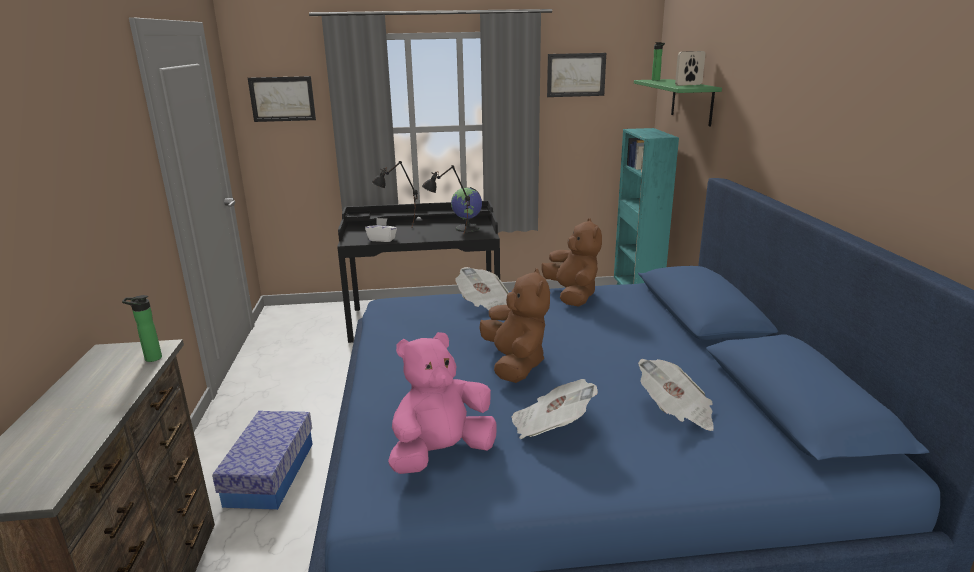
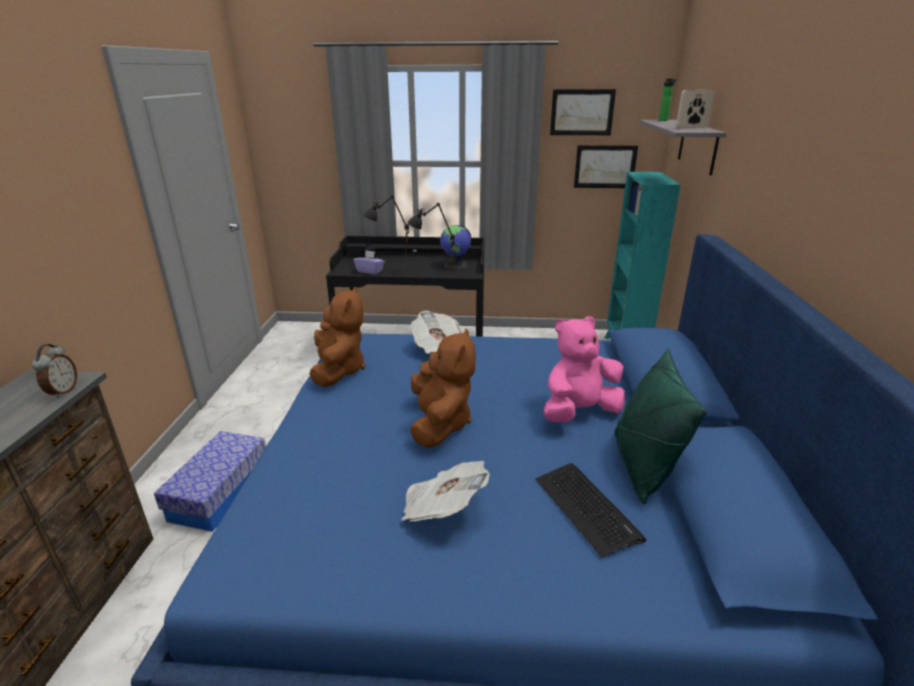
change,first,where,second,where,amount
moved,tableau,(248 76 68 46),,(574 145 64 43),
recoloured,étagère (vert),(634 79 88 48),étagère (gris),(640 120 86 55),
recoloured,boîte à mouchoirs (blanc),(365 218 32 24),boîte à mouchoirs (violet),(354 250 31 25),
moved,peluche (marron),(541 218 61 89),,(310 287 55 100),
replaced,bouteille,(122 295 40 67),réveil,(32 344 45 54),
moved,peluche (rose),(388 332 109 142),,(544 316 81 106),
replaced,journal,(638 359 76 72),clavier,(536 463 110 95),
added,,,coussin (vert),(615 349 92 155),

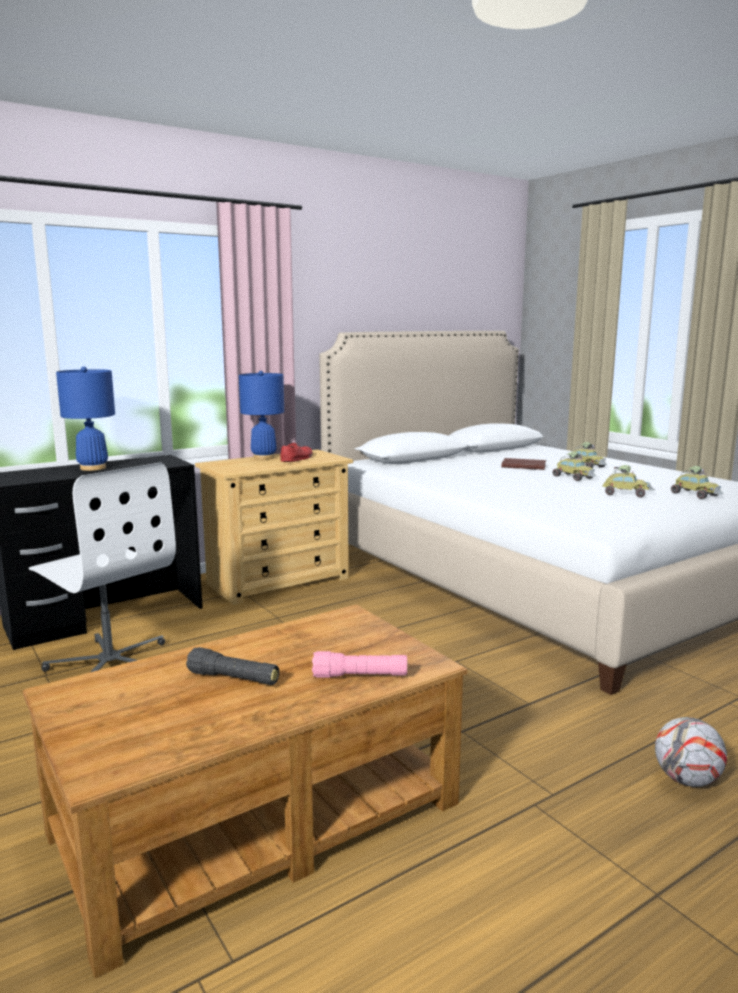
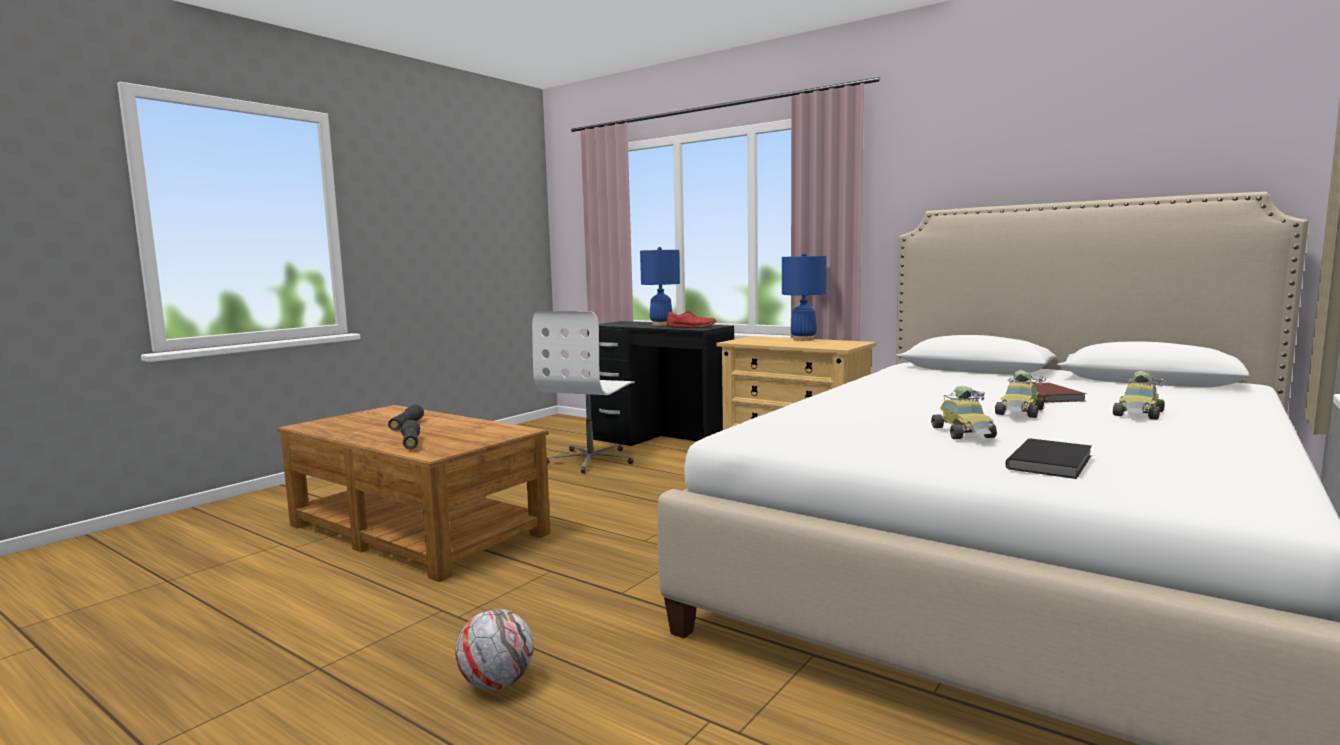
change,first,where,second,where,amount
moved,chaussure (rouge),(280 443 33 19),,(667 311 49 17),
replaced,petite voiture,(671 466 53 33),livre (noir),(1006 438 86 41),
recoloured,lampe de poche (rose),(312 651 96 27),lampe de poche (noir),(401 420 19 29),

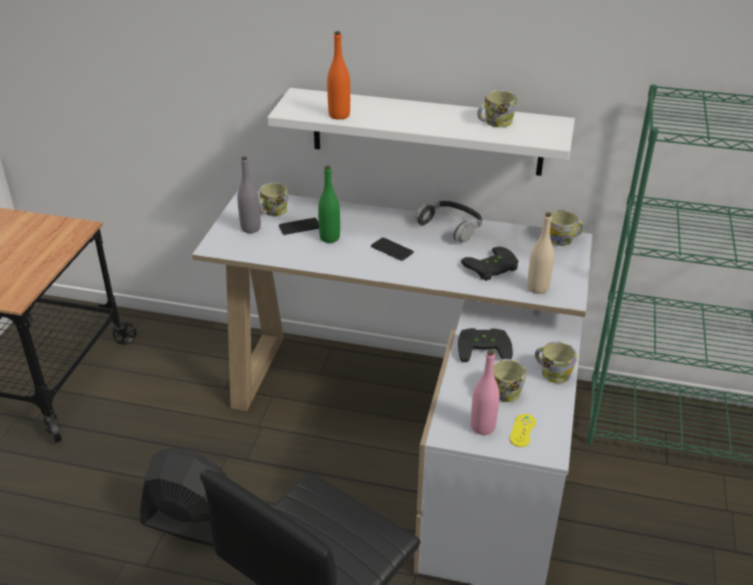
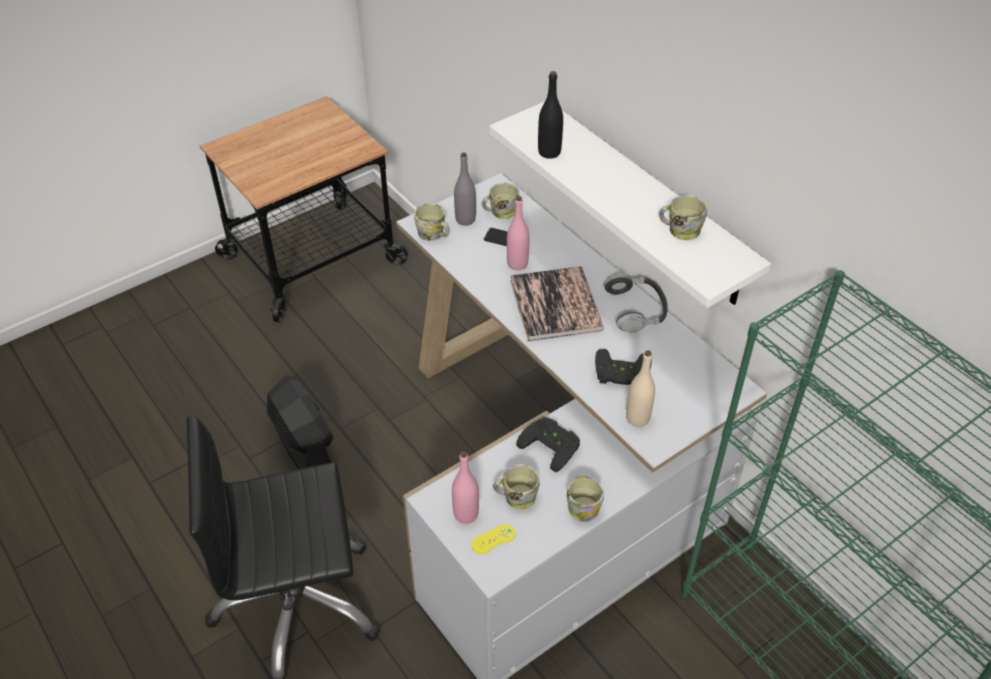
change,first,where,second,where,amount
recoloured,bouteille (orange),(327 31 23 89),bouteille (noir),(538 71 25 88),
recoloured,bouteille (vert),(318 165 22 78),bouteille (rose),(507 196 22 74),
moved,mug,(550 210 34 36),,(414 204 35 37),
replaced,téléphone,(371 238 43 23),livre,(510 266 94 75),

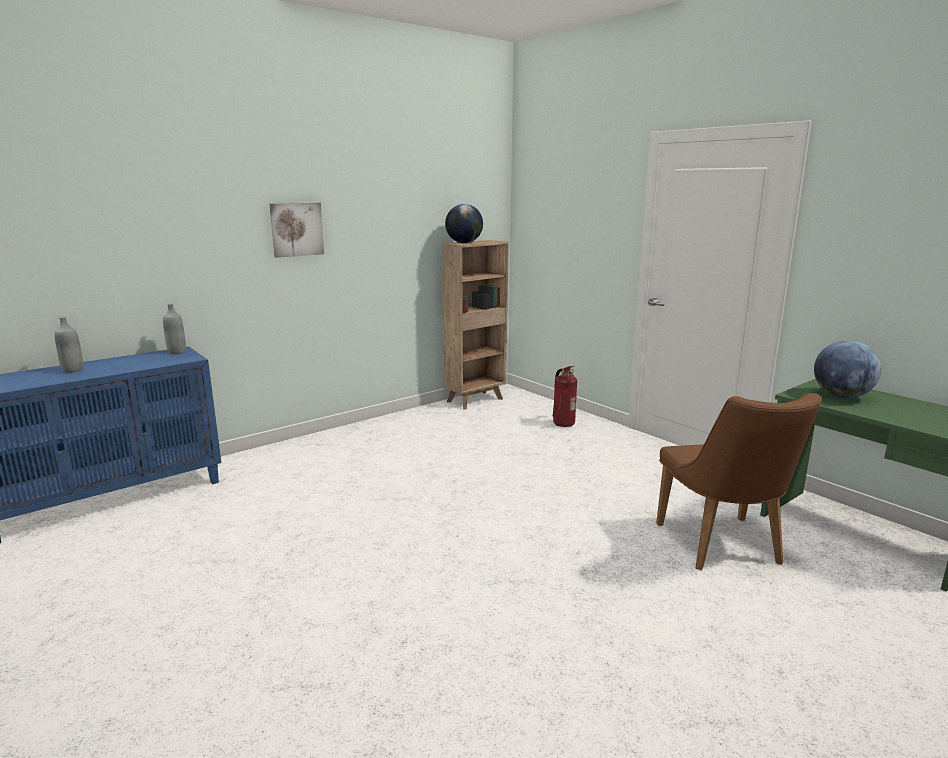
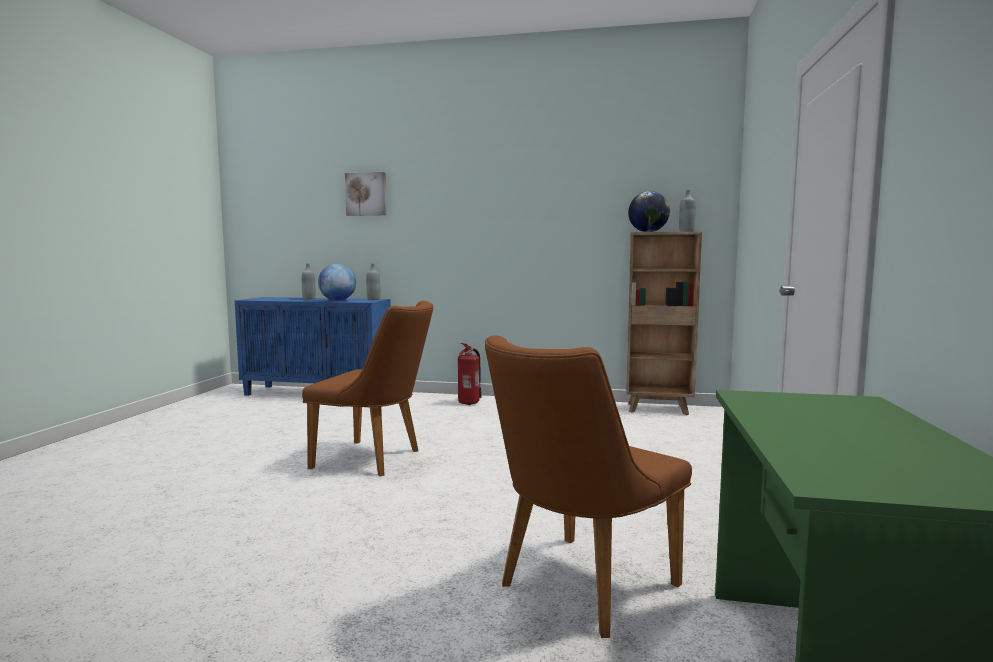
change,first,where,second,where,amount
moved,tableau,(270 203 54 55),,(345 172 42 44),
moved,globe,(814 340 67 58),,(318 264 38 37),
moved,extincteur,(553 366 24 61),,(458 343 24 62),
added,,,bouteille (gris),(679 190 17 42),
added,,,chaise (marron),(302 301 131 175),

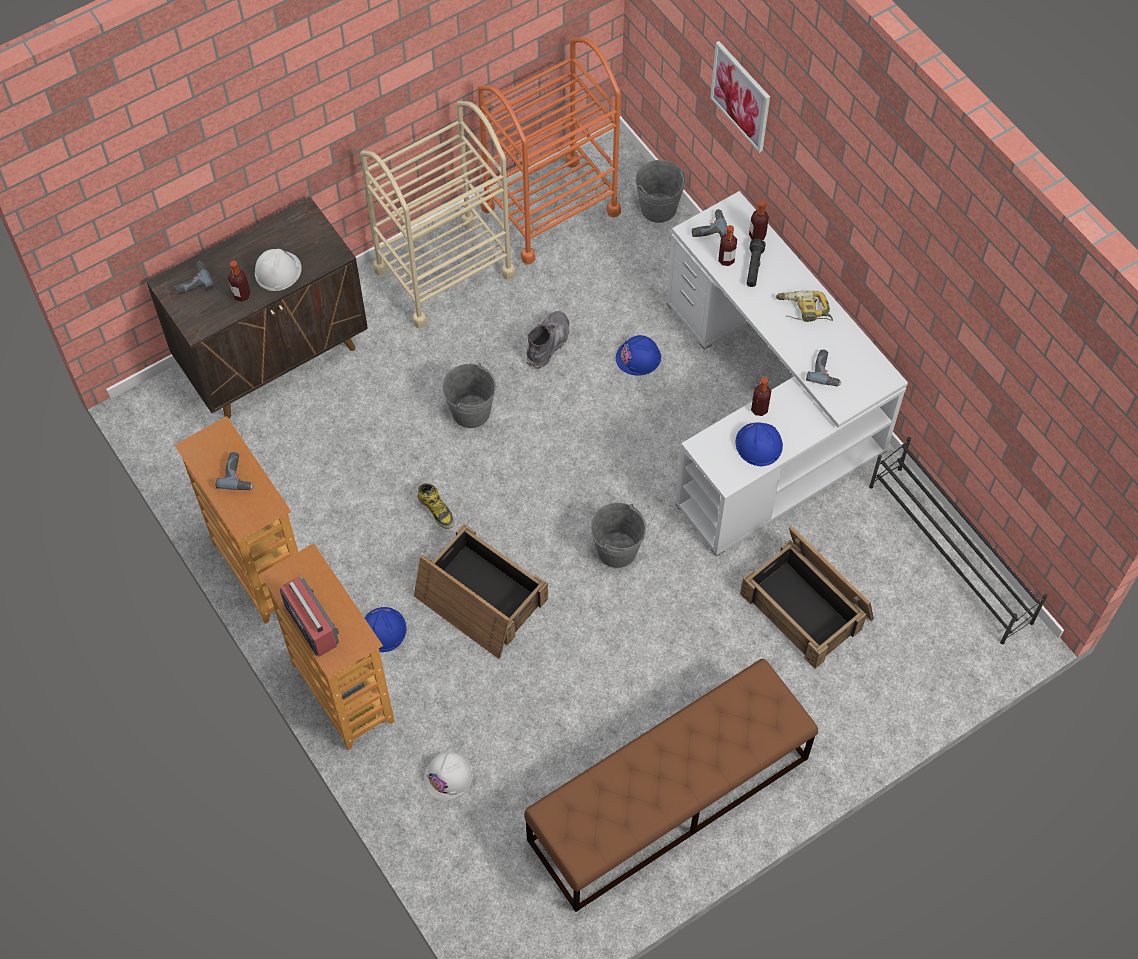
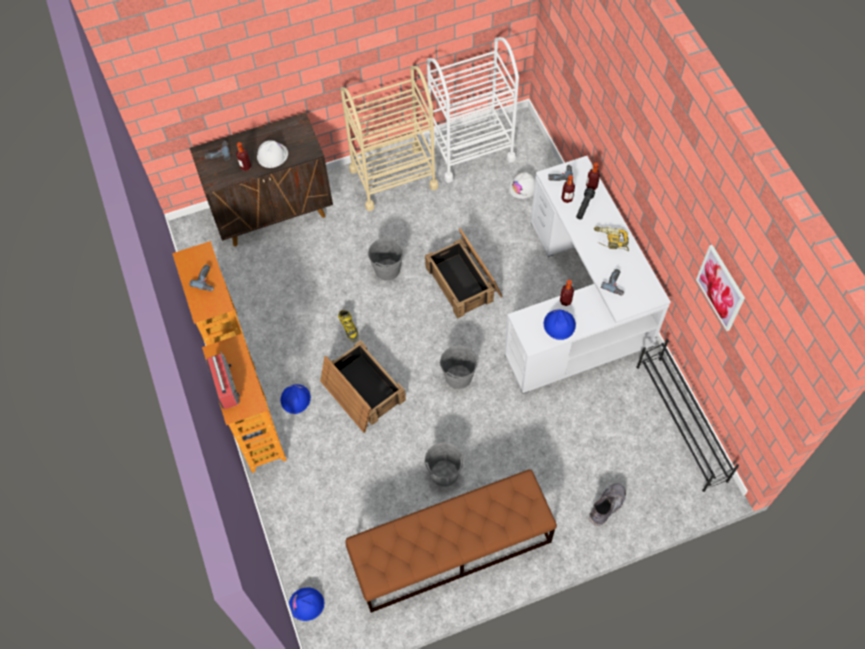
change,first,where,second,where,amount
recoloured,chariot (orange),(478 37 143 227),chariot (blanc),(427 37 92 146),
moved,tableau,(710 41 60 112),,(696 245 49 86),
moved,seau (gris),(635 160 51 63),,(424 442 40 45),
moved,botte (gris),(526 311 44 58),,(589 483 37 43),
moved,casque de chantier (bleu),(616 335 45 40),,(289 587 35 34),
moved,caisse,(740 526 134 143),,(425 228 78 91),
moved,casque de chantier (blanc),(424 752 49 48),,(509 172 26 27),

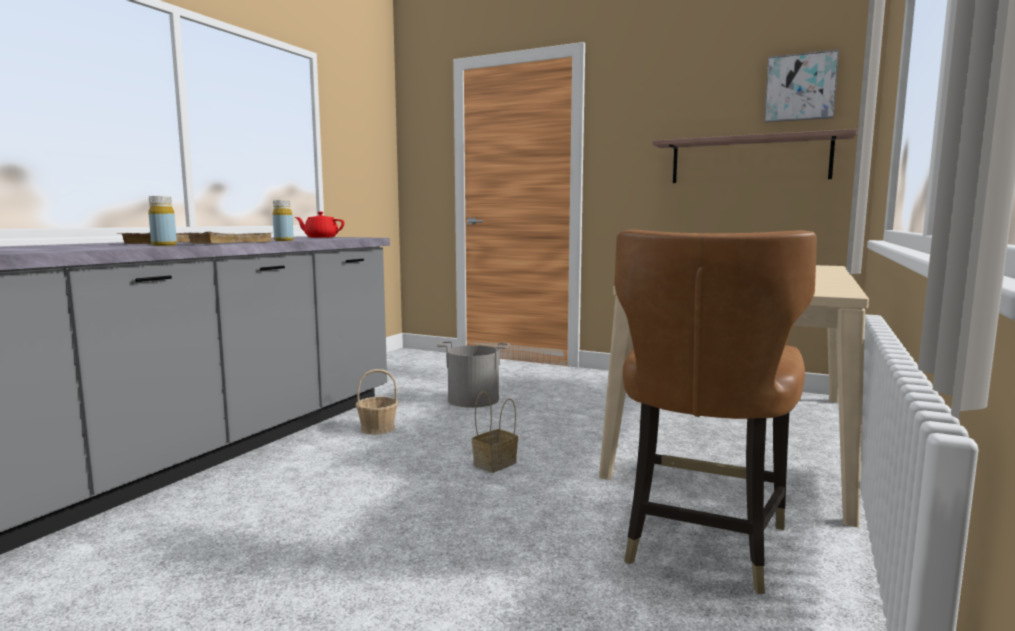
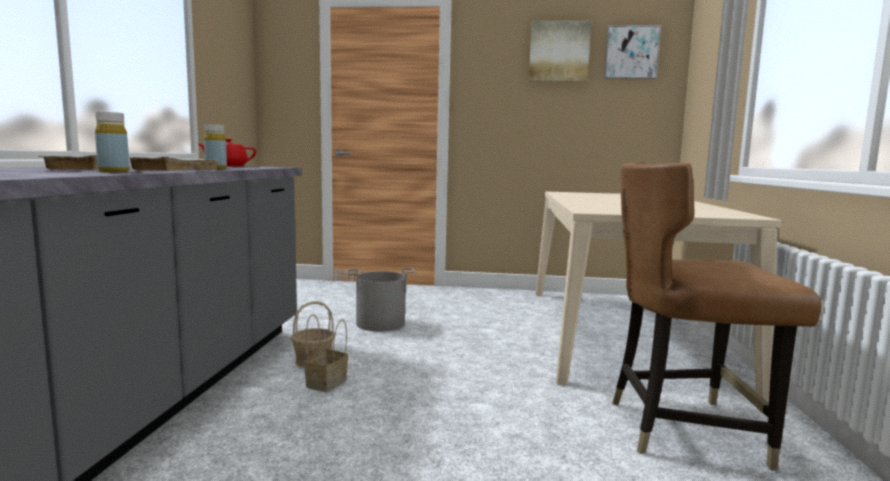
change,first,where,second,where,amount
removed,étagère,(652 129 205 54),,,
turned,chaise (marron),(614 229 203 365),,(612 162 210 309),90 degrees clockwise
moved,panier,(472 391 46 82),,(304 314 44 78),
added,,,tableau,(529 20 62 62),

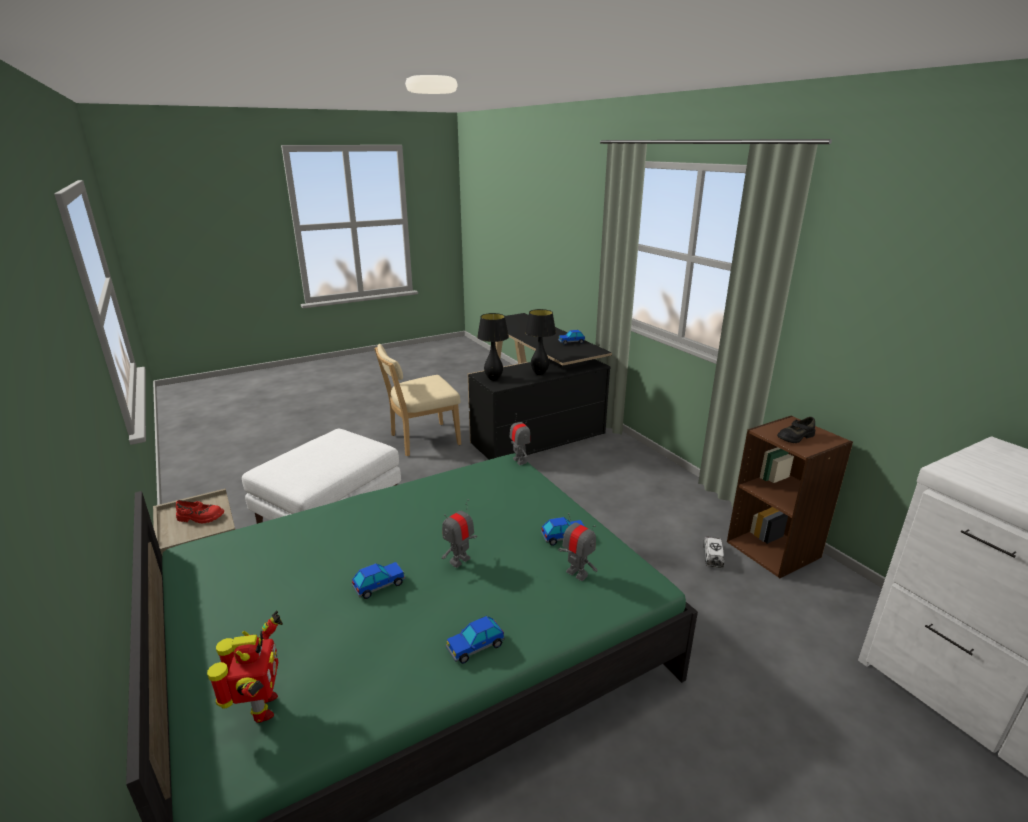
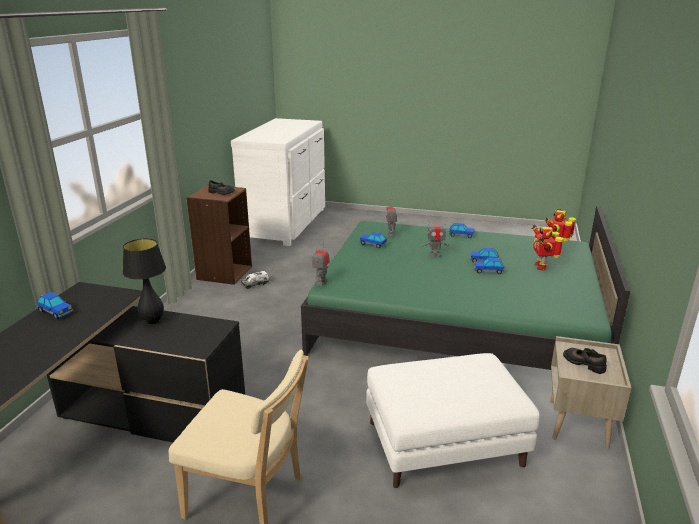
change,first,where,second,where,amount
removed,lampe de table (noir),(477 313 32 68),,,
recoloured,chaussure (rouge),(176 500 48 24),chaussure (noir),(563 348 44 26),
added,,,robot jouet,(532 224 31 46),
added,,,petite voiture,(474 257 30 17),

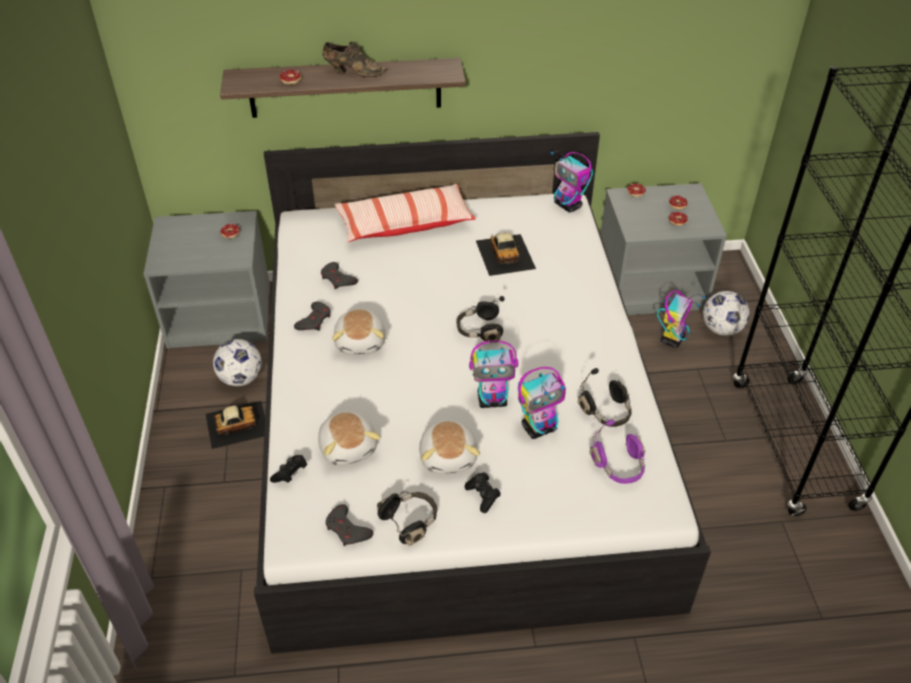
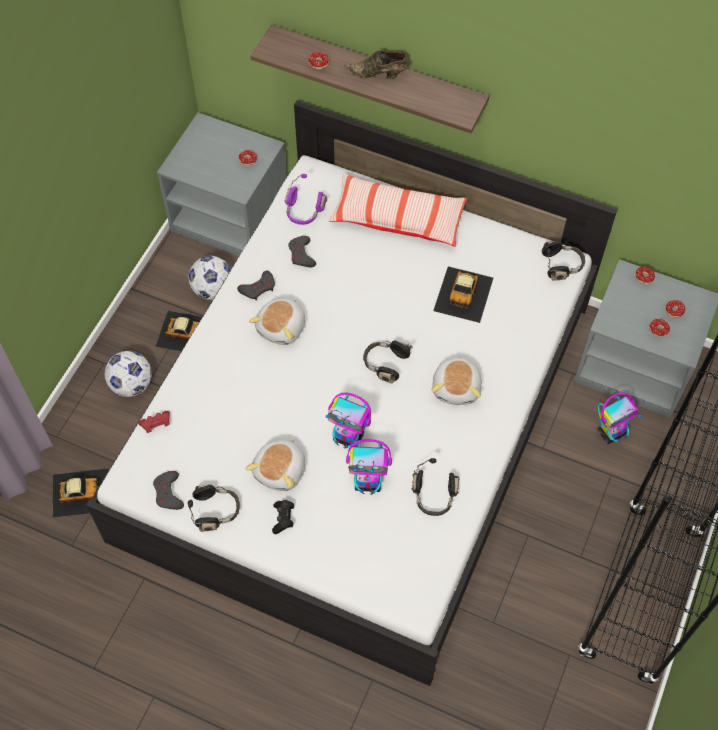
change,first,where,second,where,amount
turned,chaussure (marron),(323 42 64 35),,(345 50 64 29),150 degrees clockwise
replaced,robot jouet,(551 151 42 62),casque audio (noir),(542 241 43 40),
moved,ballon de foot,(703 291 47 45),,(105 351 47 46),
moved,peluche,(318 411 63 54),,(432 355 50 50),
moved,casque audio (violet),(590 419 56 65),,(284 174 43 51),
recoloured,manette (noir),(270 455 37 28),manette (rouge),(138 411 32 22),
added,,,petite voiture,(53 468 56 49),

